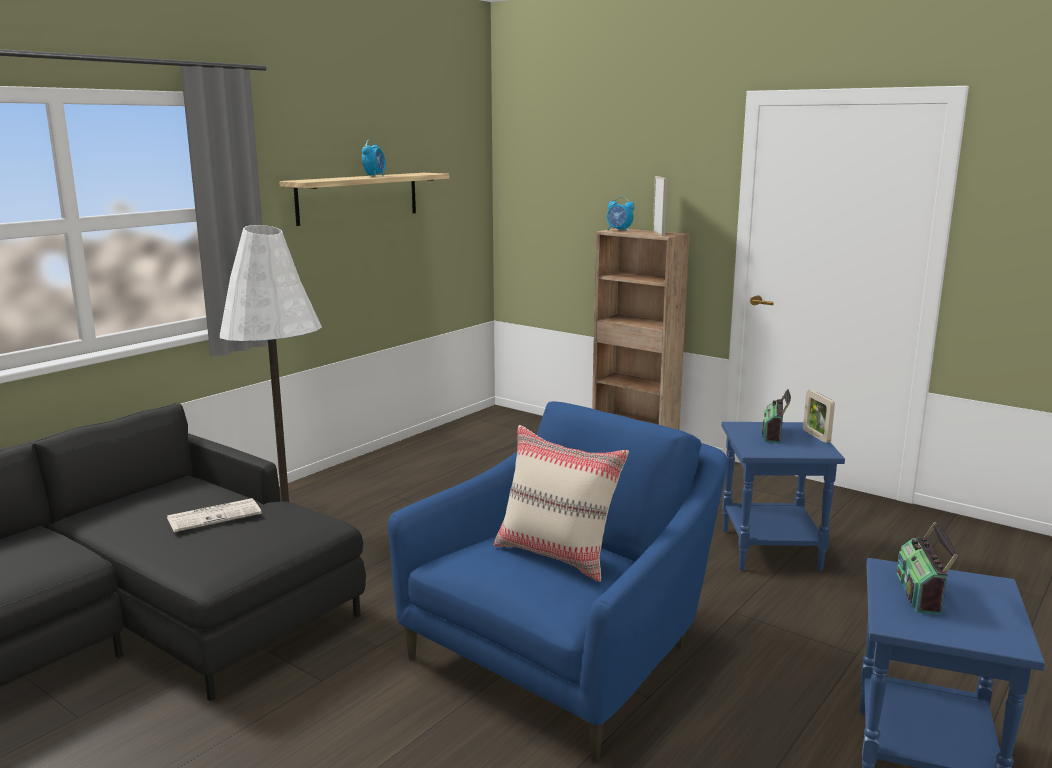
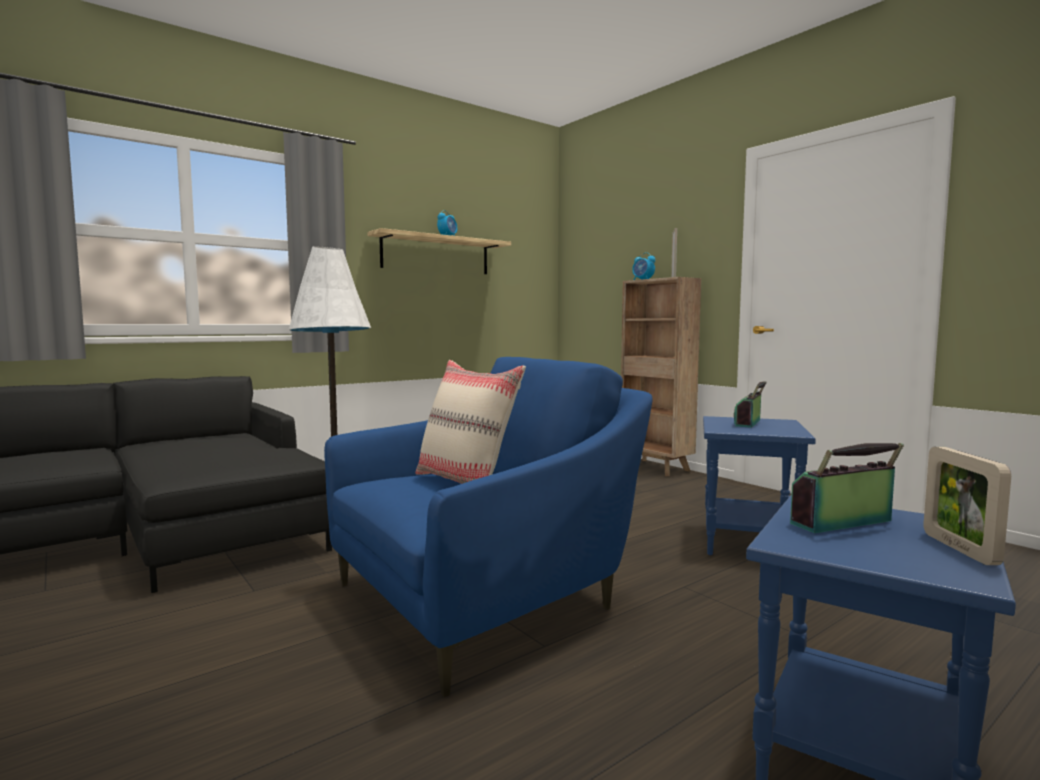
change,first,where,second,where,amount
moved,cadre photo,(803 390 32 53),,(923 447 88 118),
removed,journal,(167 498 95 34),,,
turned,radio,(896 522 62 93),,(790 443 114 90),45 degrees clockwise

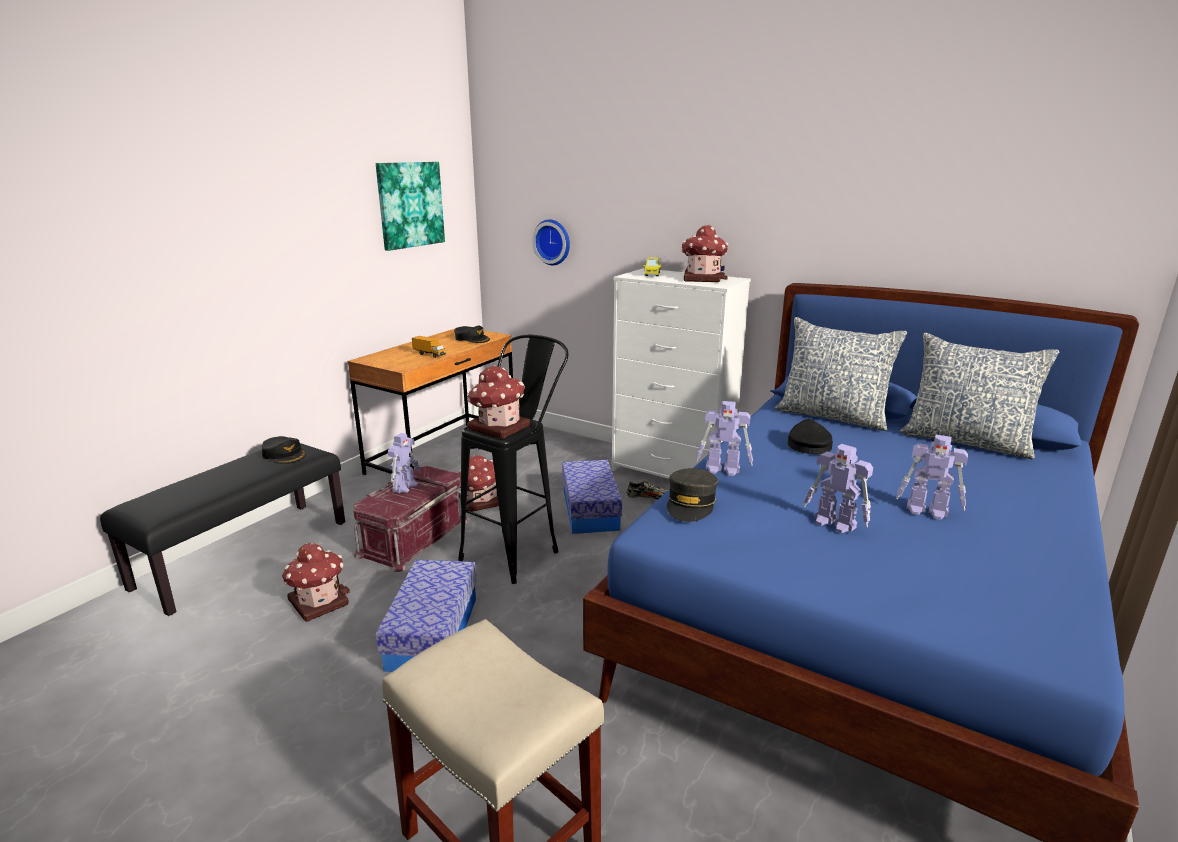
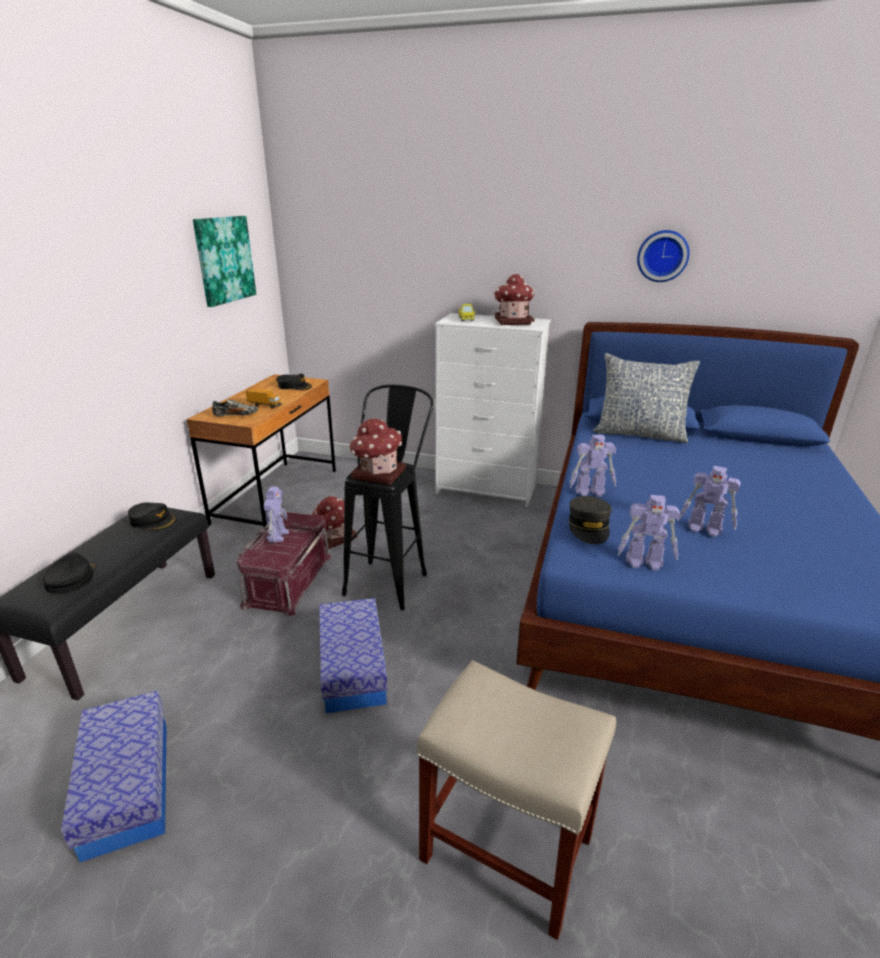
change,first,where,second,where,amount
moved,horloge murale,(532 219 38 46),,(637 230 53 52),
removed,coussin,(900 333 159 126),,,
moved,casquette (noir),(788 419 45 35),,(43 552 53 42),
moved,robot jouet,(896 435 72 85),,(617 495 63 76),
moved,boîte de rangement,(562 460 60 74),,(61 691 105 171),
moved,chaussure,(626 481 42 19),,(212 399 46 17),
removed,maison miniature,(282 543 68 79),,,

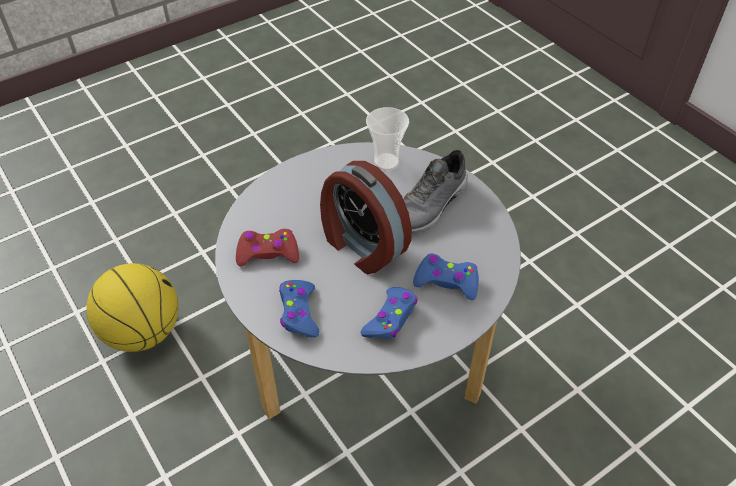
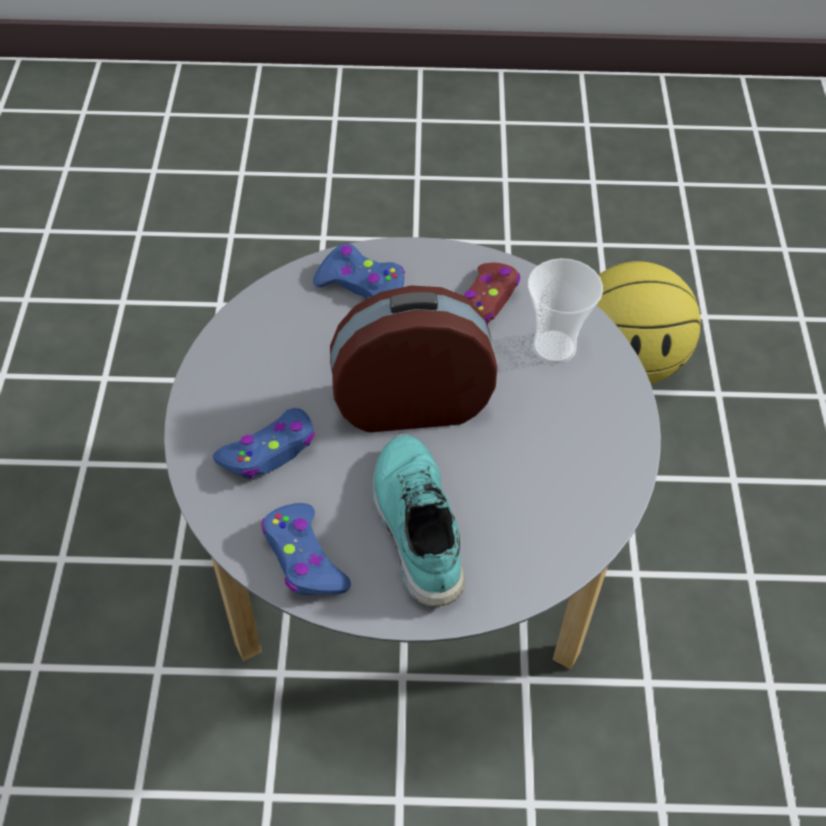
change,first,where,second,where,amount
moved,tasse,(366 107 43 64),,(528 258 75 106),
recoloured,chaussure (gris),(403 150 65 82),chaussure (turquoise),(372 434 93 173),
moved,manette (bleu),(360 287 57 52),,(262 503 89 92),

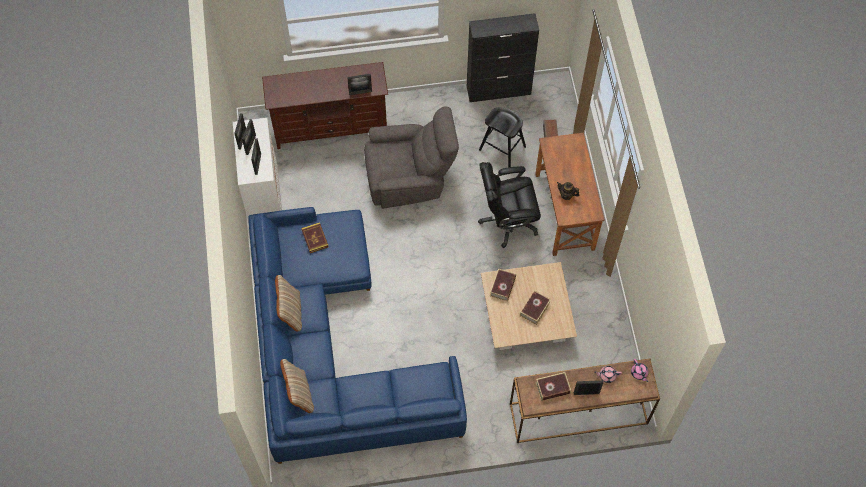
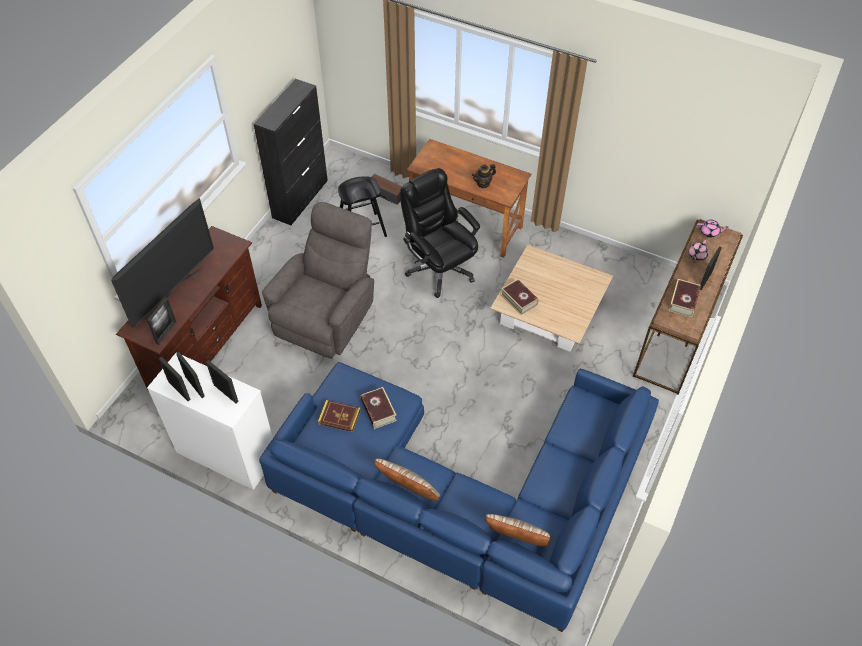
change,first,where,second,where,amount
moved,cadre photo,(347 74 25 21),,(147 298 30 47),
turned,chaise de bureau (noir),(478 162 63 86),,(400 168 80 130),120 degrees clockwise
moved,livre,(520 291 31 34),,(361 387 36 42),
added,,,téléviseur,(111 198 103 130),

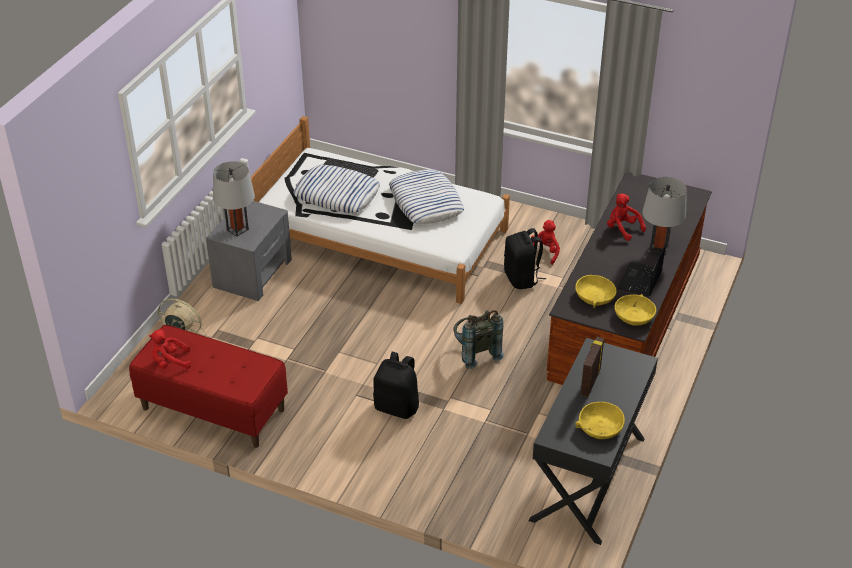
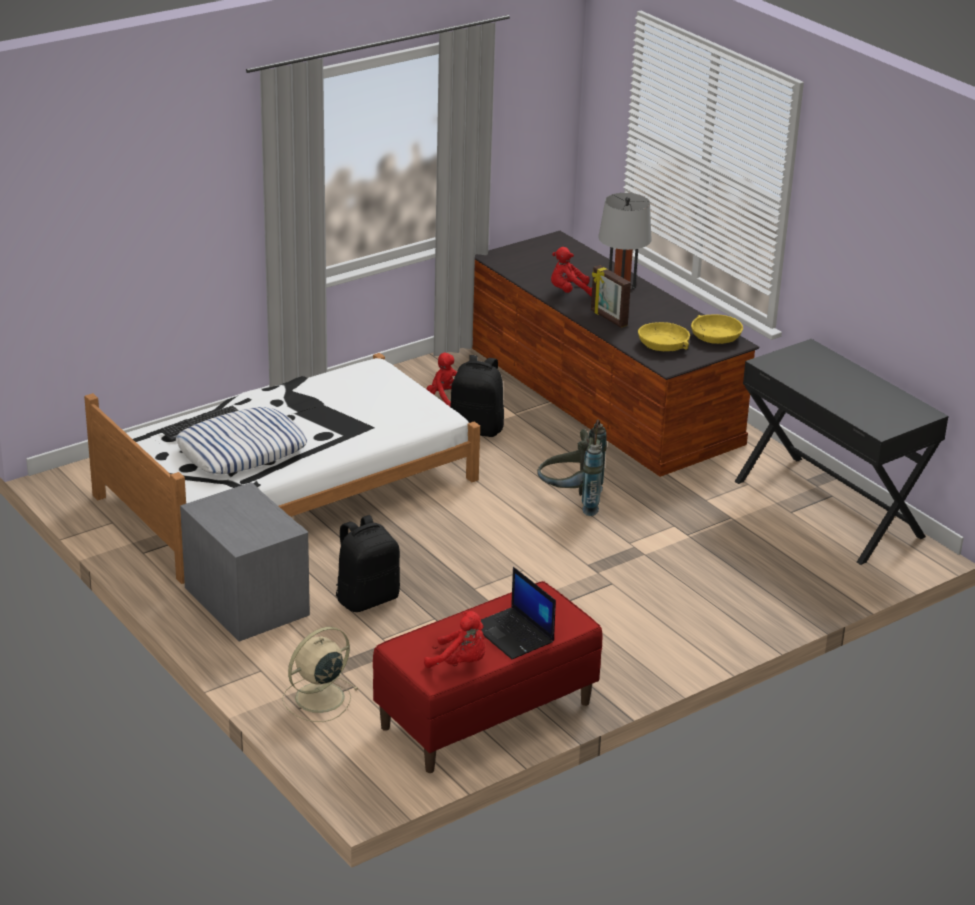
change,first,where,second,where,amount
removed,lampe de table (gris),(213 161 42 76),,,
removed,coussin,(389 170 75 54),,,
moved,ordinateur portable,(618 245 47 52),,(481 567 75 92),
turned,peluche (rouge),(149 329 42 40),,(424 611 61 57),90 degrees counterclockwise
moved,cadre photo,(580 337 24 60),,(591 265 40 63),
moved,sac à dos (noir),(373 352 46 67),,(336 515 64 97),
removed,bol (jaune),(575 402 50 37),,,

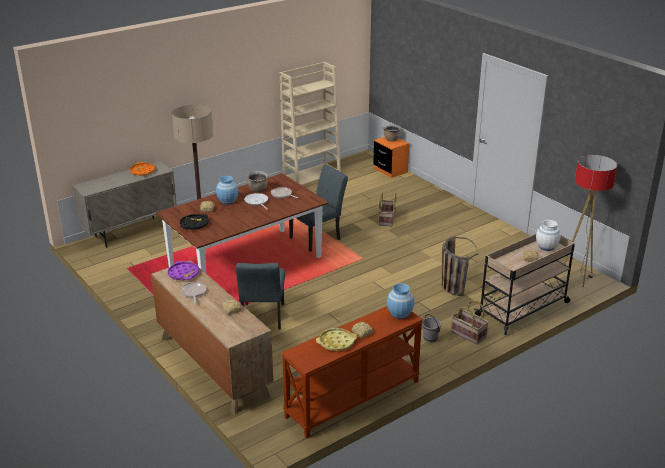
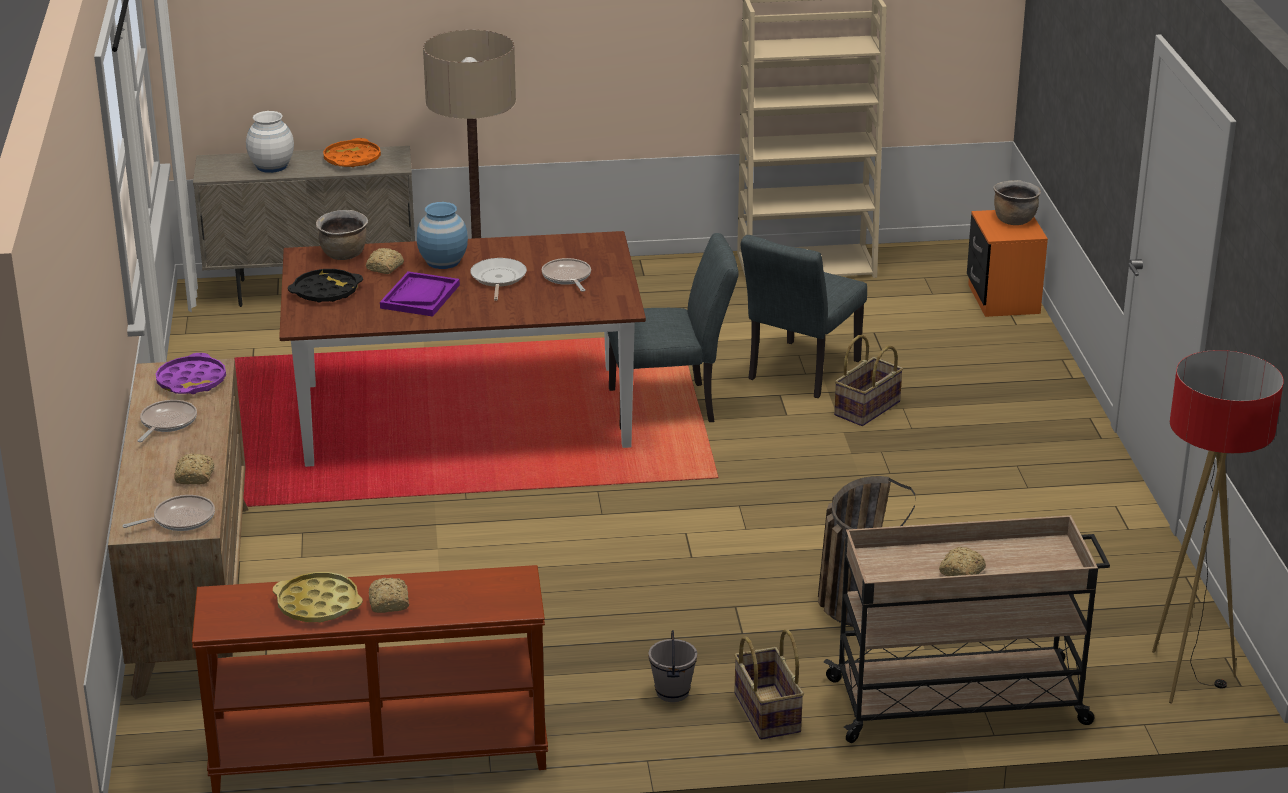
change,first,where,second,where,amount
moved,marmite (marron),(247 171 21 21),,(316 210 52 50),
moved,vase (blanc),(536 220 25 31),,(246 111 48 62),
moved,chaise (gris),(236 263 49 67),,(741 235 126 163),
removed,vase (bleu),(387 283 27 36),,,
added,,,plateau (violet),(380 271 80 45),
added,,,poêle,(122 495 93 36),

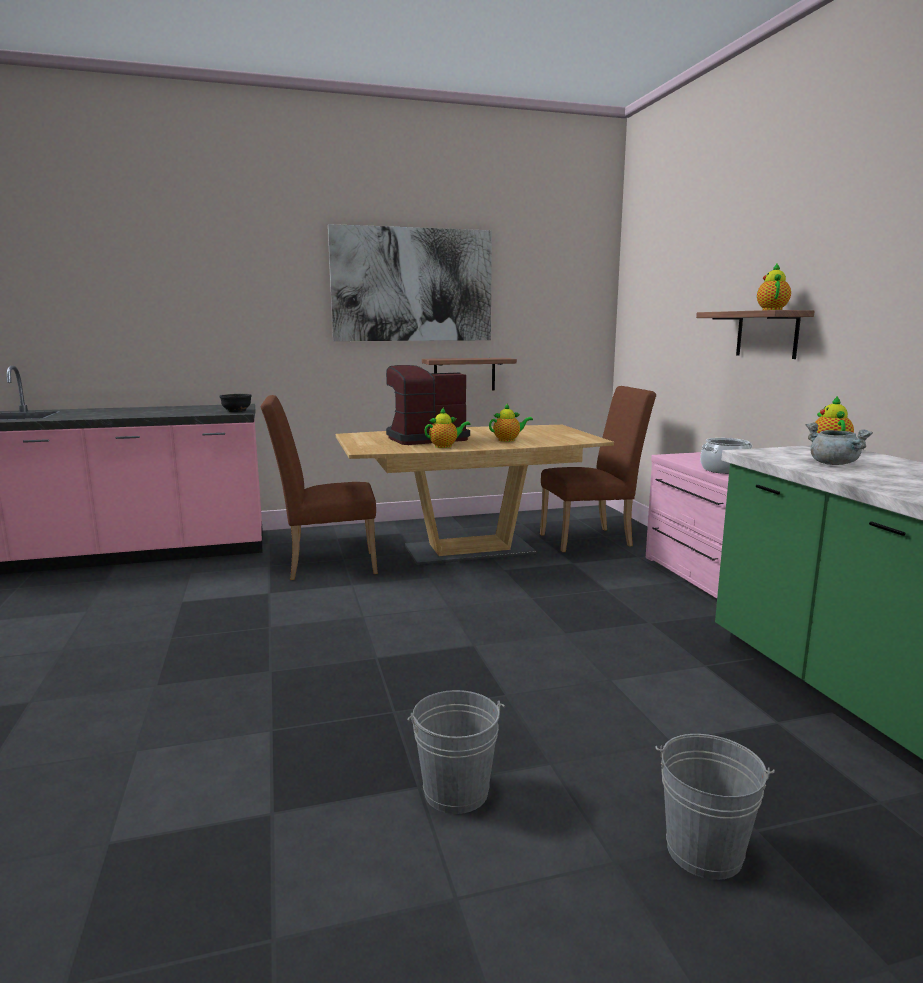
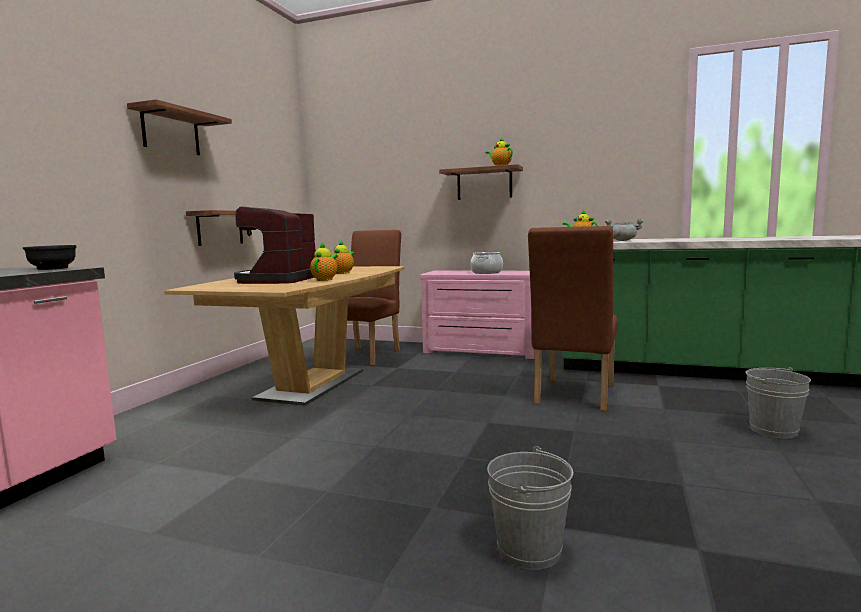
change,first,where,second,where,amount
replaced,tableau,(328 224 164 117),étagère,(127 99 105 56),
moved,chaise (marron),(260 395 118 185),,(528 226 90 185),
moved,seau (gris),(408 690 97 124),,(487 446 86 124),

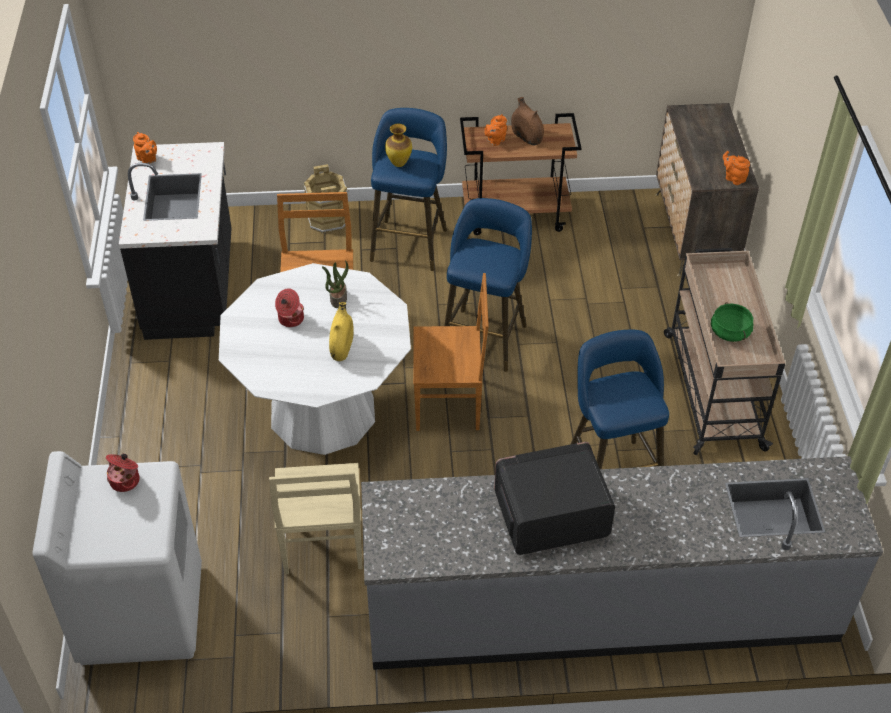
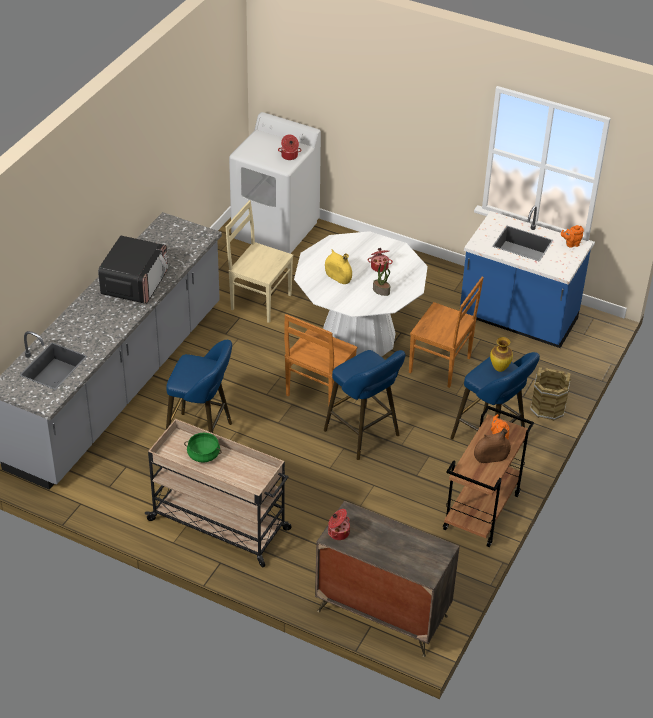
change,first,where,second,where,amount
recoloured,comptoir de cuisine (noir),(119 142 113 198),comptoir de cuisine (bleu),(460 206 133 142),
replaced,théière (orange),(723 151 27 34),marmite,(328 509 22 31),

